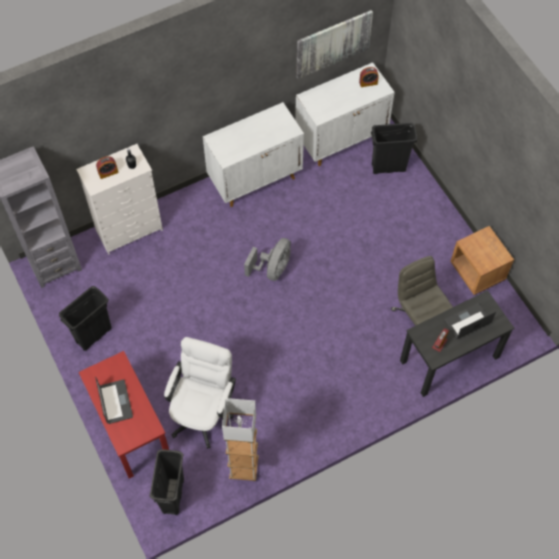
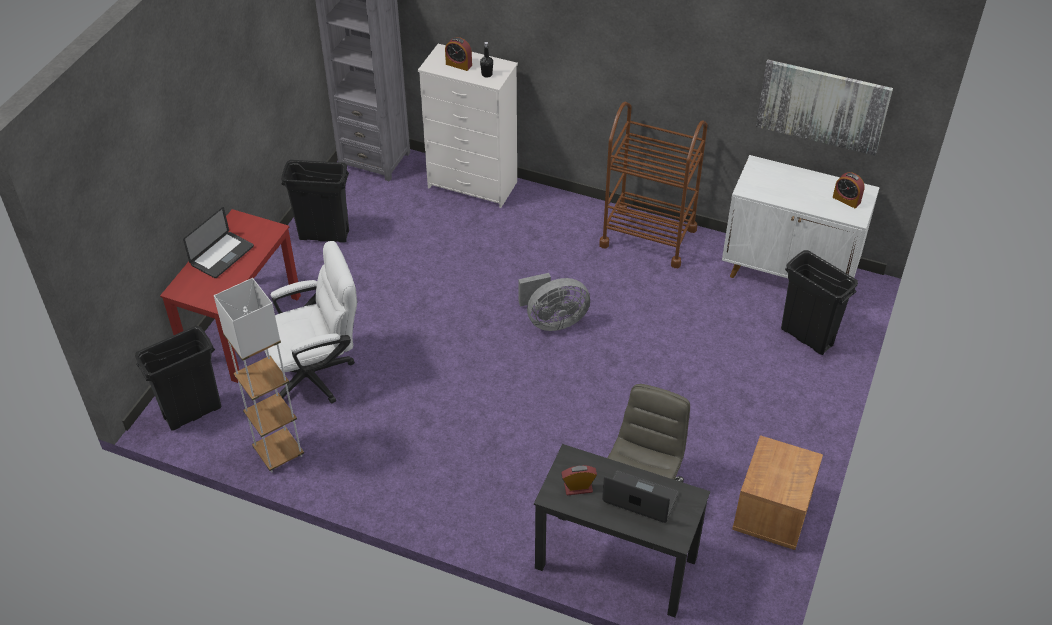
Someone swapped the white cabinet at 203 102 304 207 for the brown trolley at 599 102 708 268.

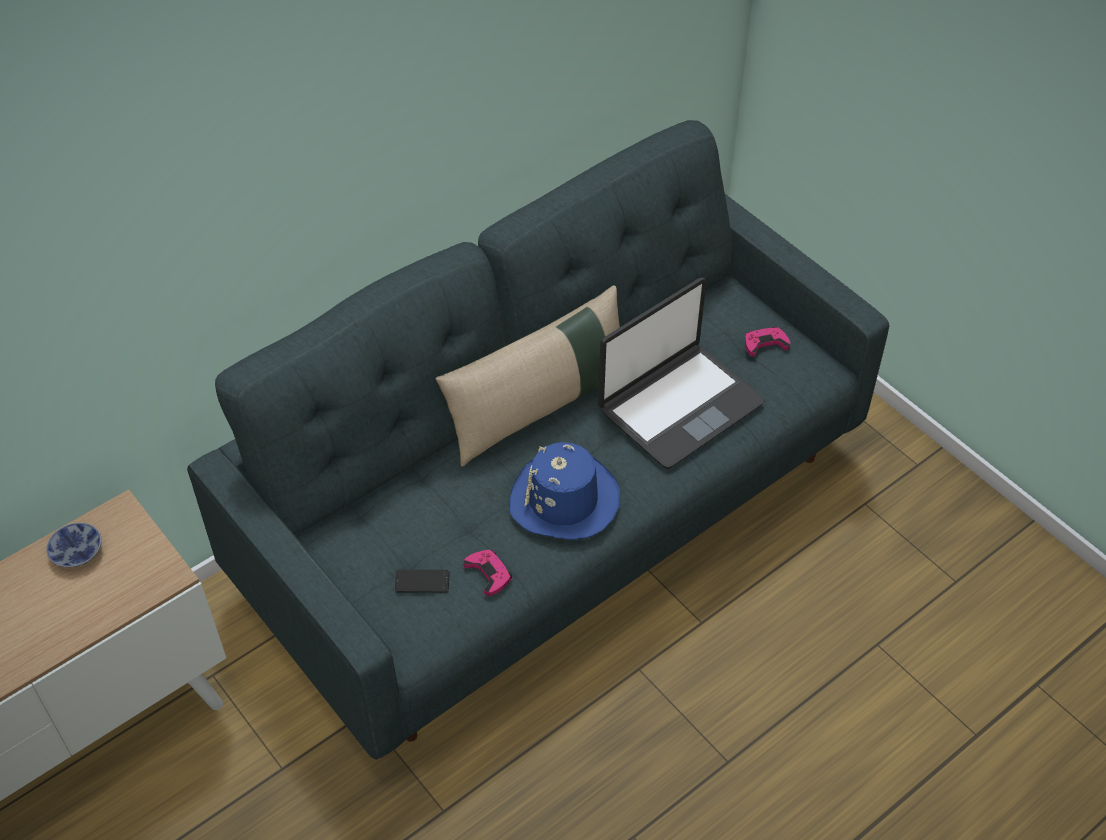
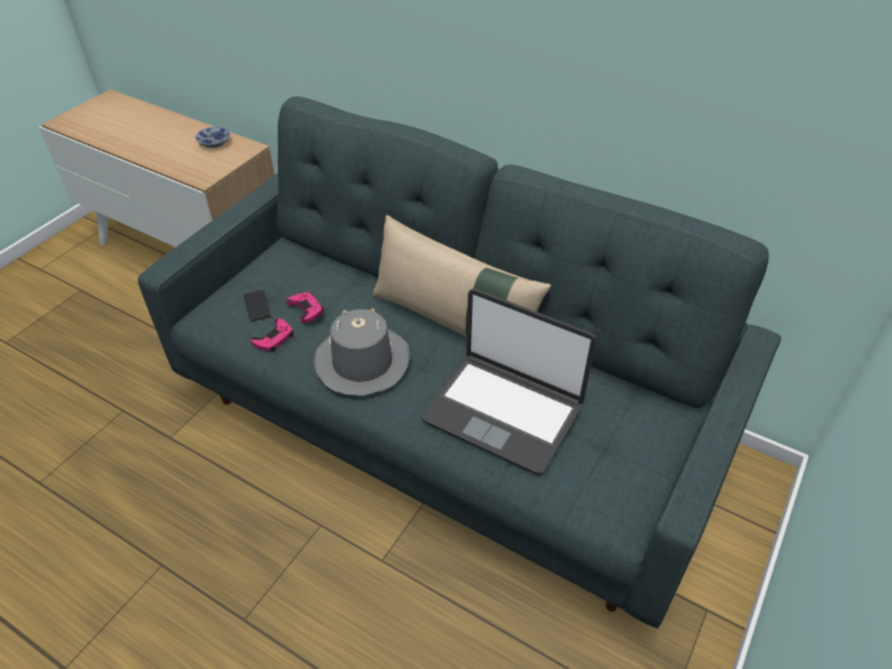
Someone carried the pinkish gamepad from 745 327 790 357 to 287 292 324 323.
Someone repainted the blue-coloured hat at 509 442 620 540, which became the greyish hat at 313 308 410 396.

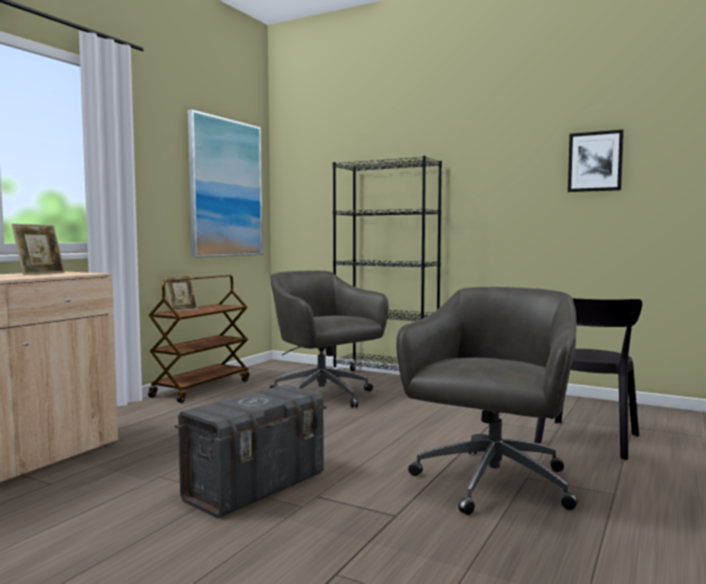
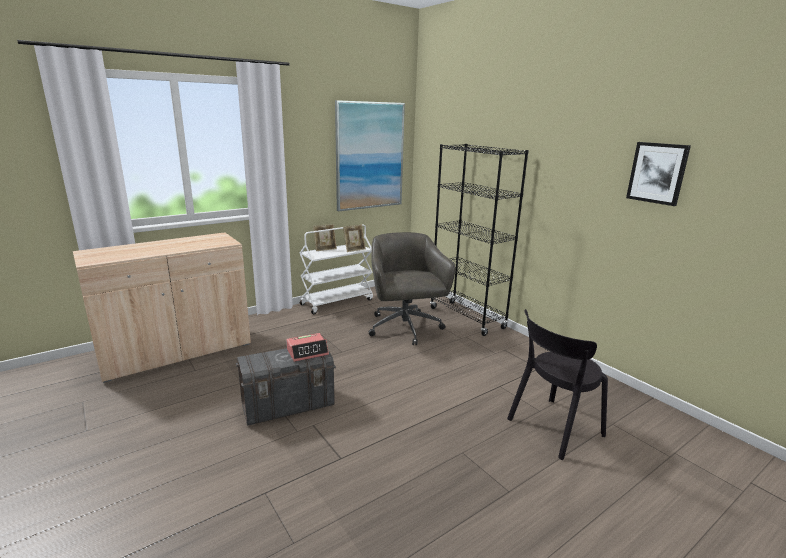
Someone put down the alarm clock at 287 333 329 362.
Someone repainted the brown trolley at 148 275 249 403, which became the white trolley at 300 224 373 314.
Someone carried the picture frame from 12 224 65 275 to 343 225 366 252.
Someone took away the greyish office chair at 396 287 578 515.

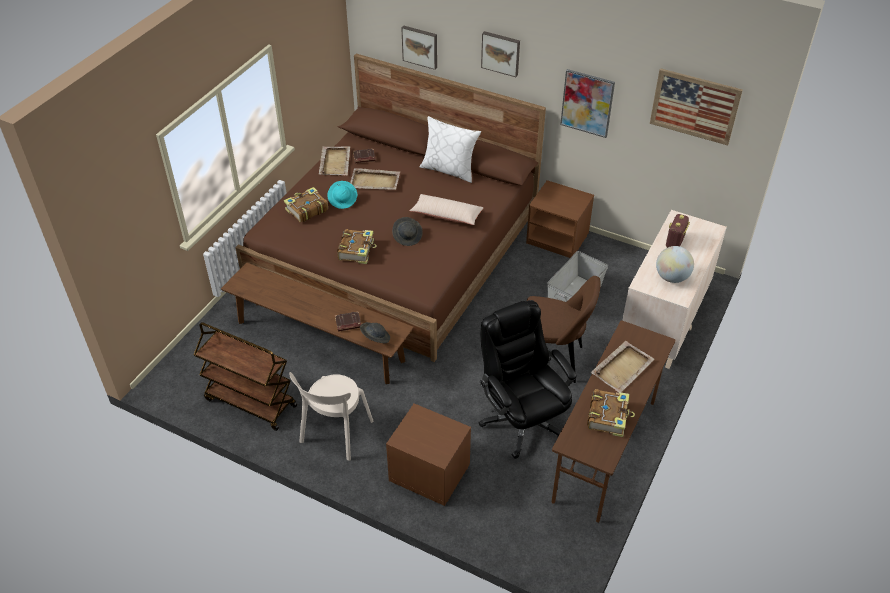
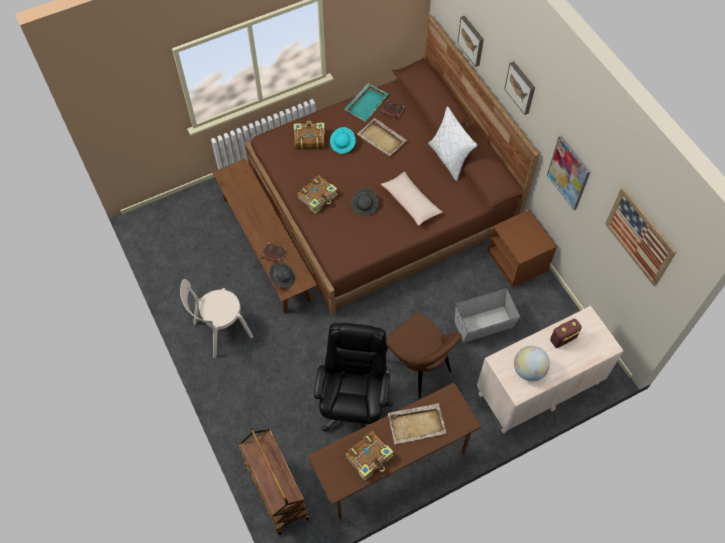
Someone carried the brown trolley from 194 322 297 431 to 238 428 309 535.
Someone repainted the beige-coloured carrying tray at 319 146 350 175, which became the turquoise-coloured carrying tray at 344 83 389 122.
Someone took away the brown bedside table at 386 403 471 506.

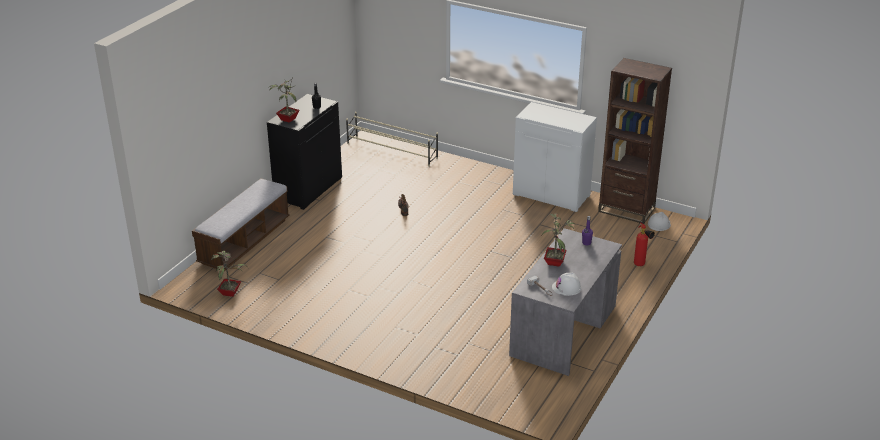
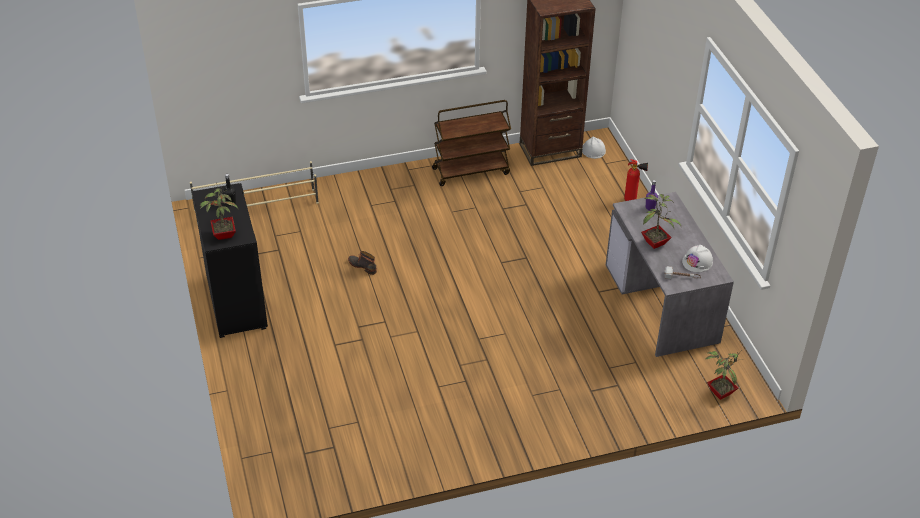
Someone swapped the white cabinet at 513 102 597 212 for the brown trolley at 432 100 511 186.
Someone carried the potted plant from 211 251 248 297 to 706 349 743 400.
Someone took away the indoor bench at 192 179 290 271.

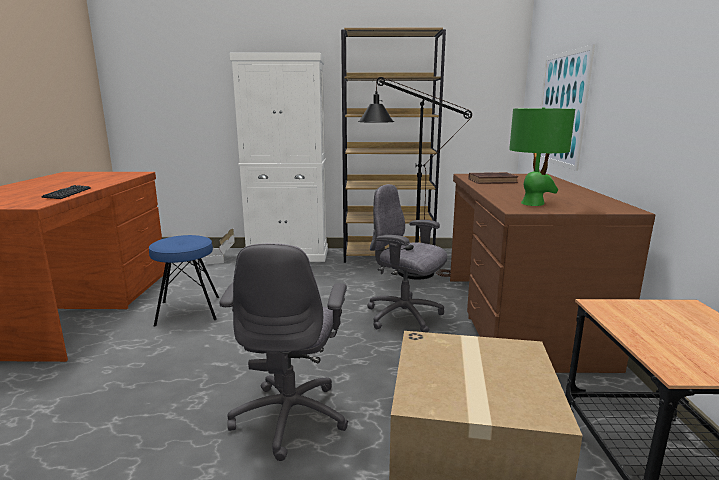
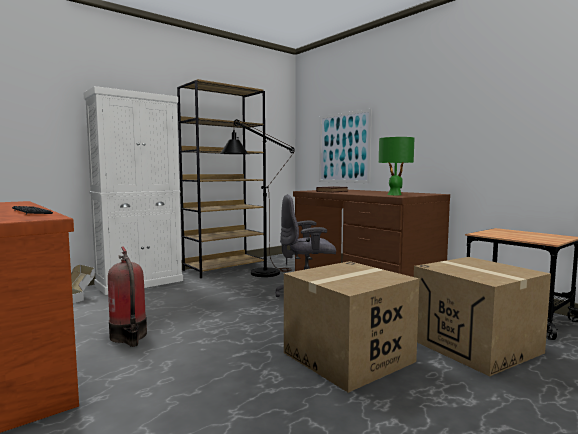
Someone swapped the blue-coloured stool seat at 149 235 219 327 for the extinguisher at 108 246 147 347.
Someone swapped the greyish office chair at 219 243 348 461 for the packing box at 284 261 419 393.

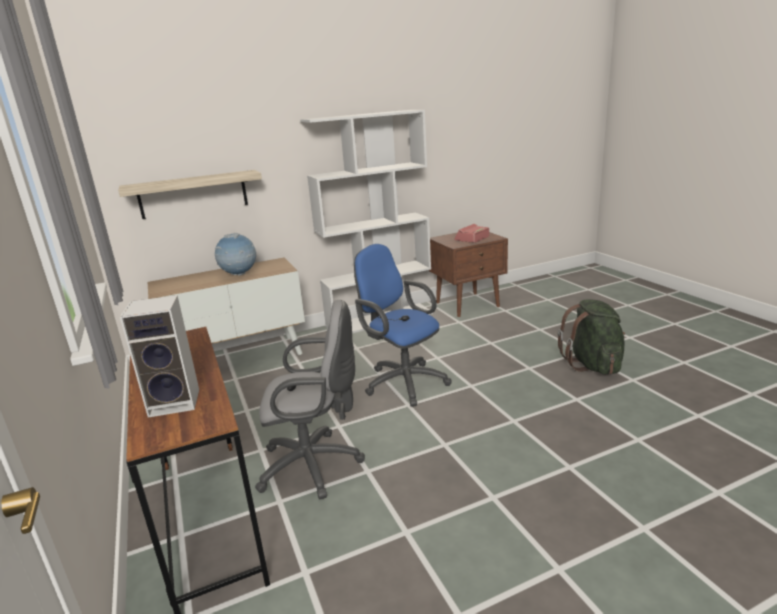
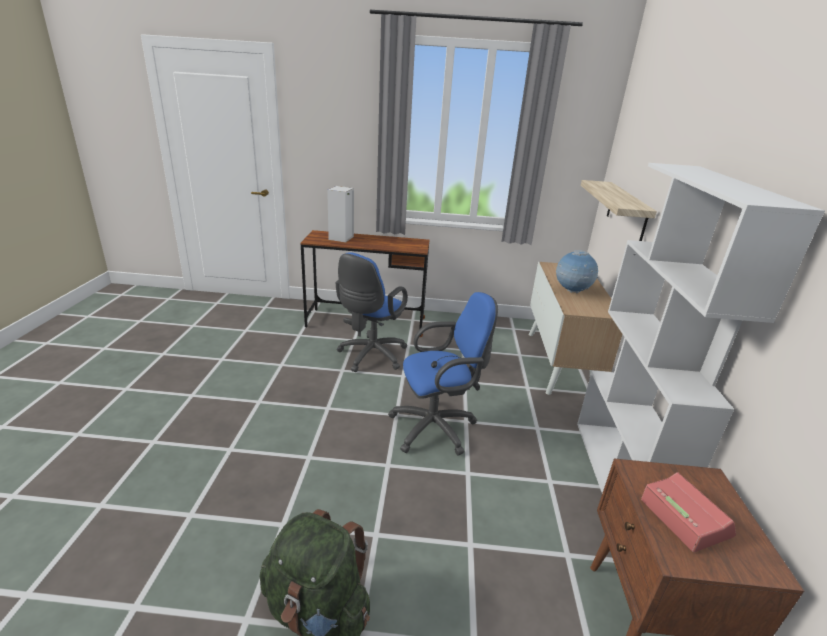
Someone repainted the greyish office chair at 255 300 365 499, which became the blue-coloured office chair at 336 252 408 372.

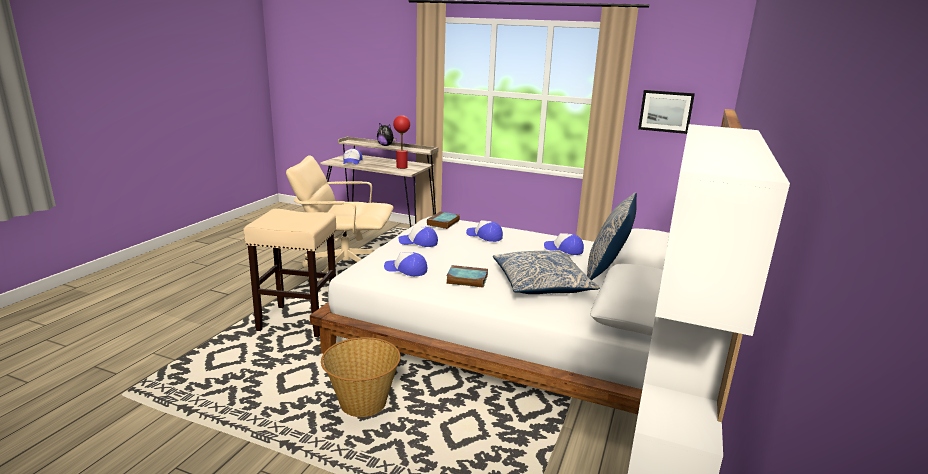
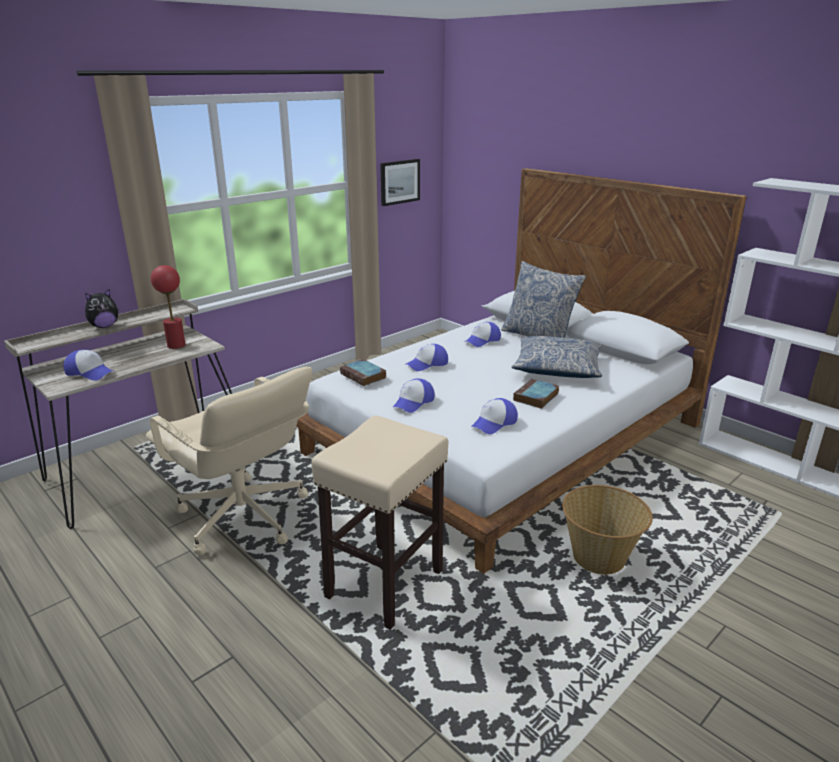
Someone rotated the beige-coloured office chair at 286 155 394 282 by 75 degrees counterclockwise.

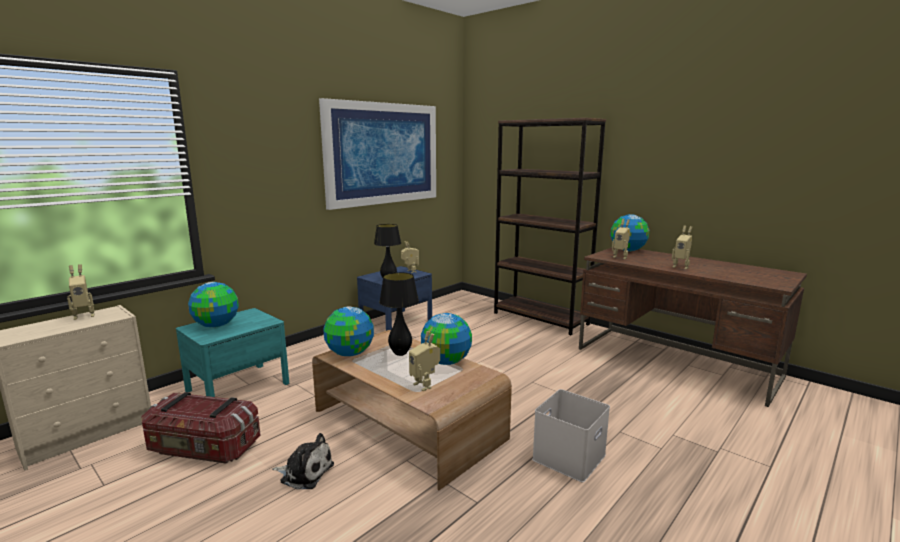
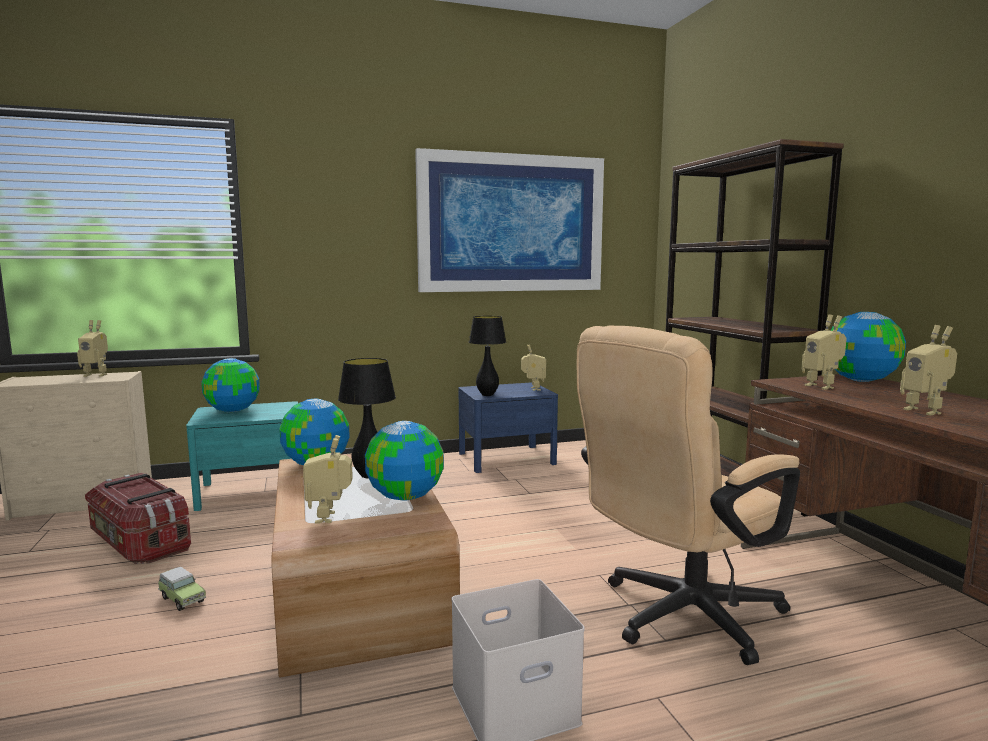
Someone swapped the cuddly toy at 272 433 334 490 for the toy car at 158 567 206 611.
Someone put down the beige-coloured office chair at 577 326 800 665.

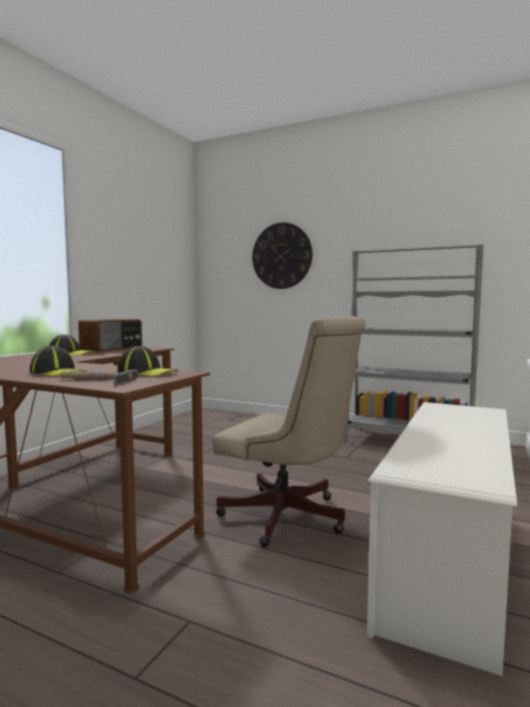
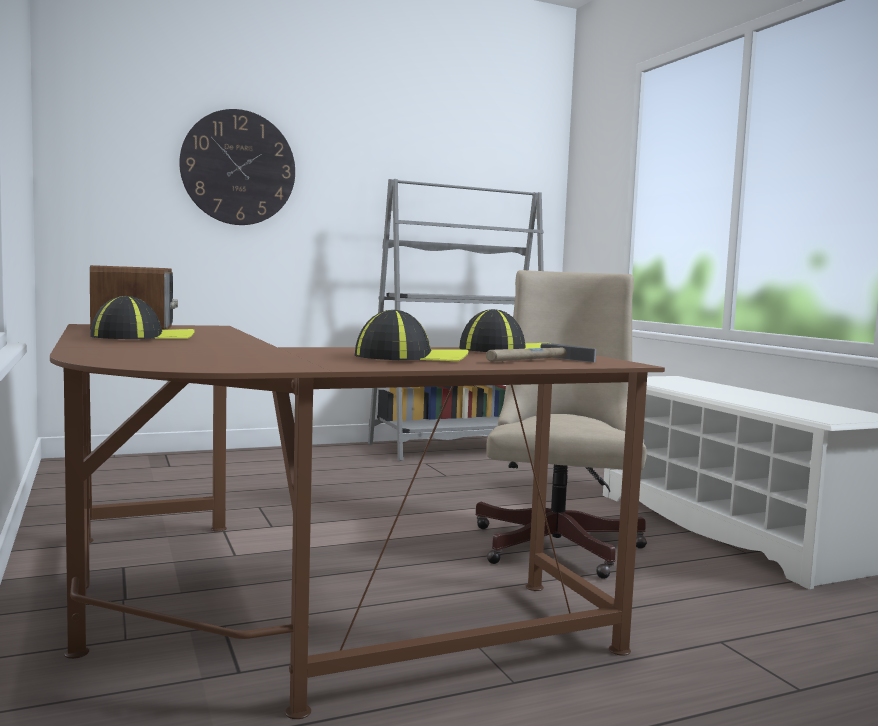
Someone rotated the beige-coloured office chair at 212 316 366 547 by 60 degrees counterclockwise.

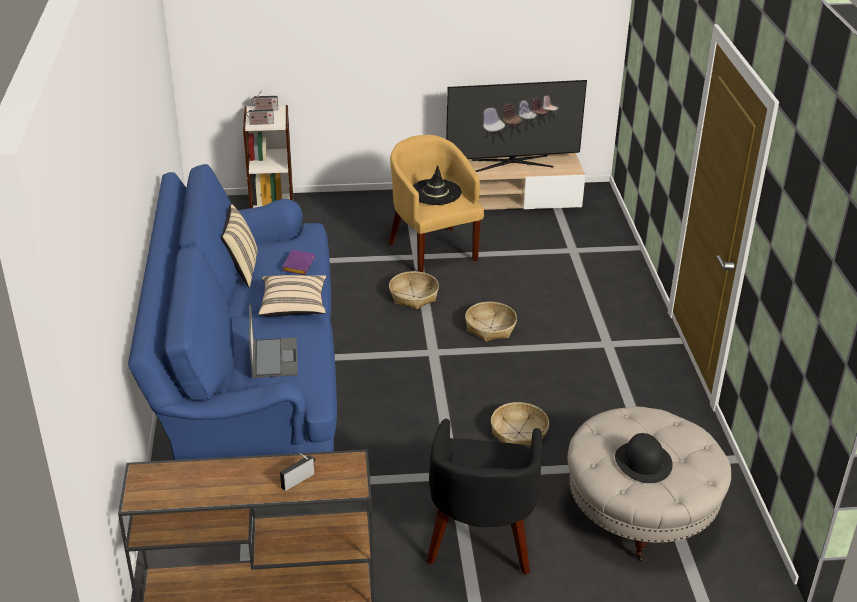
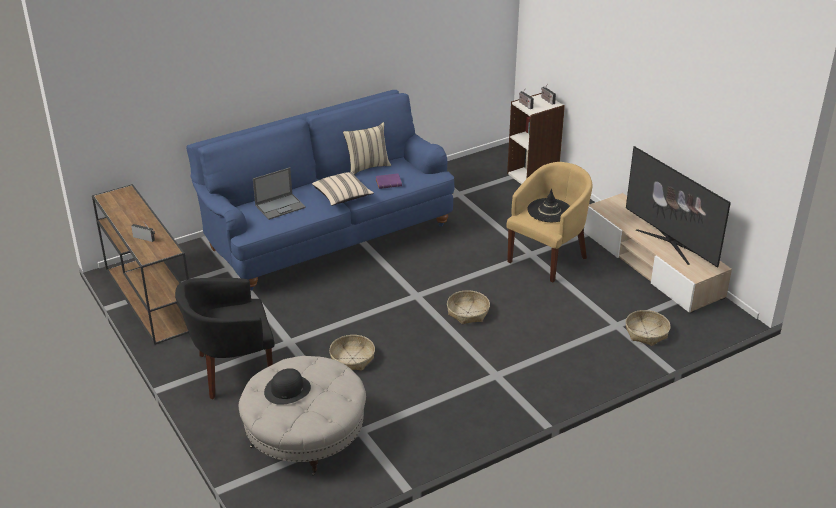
Someone carried the household basket from 389 271 439 309 to 626 310 670 346.

